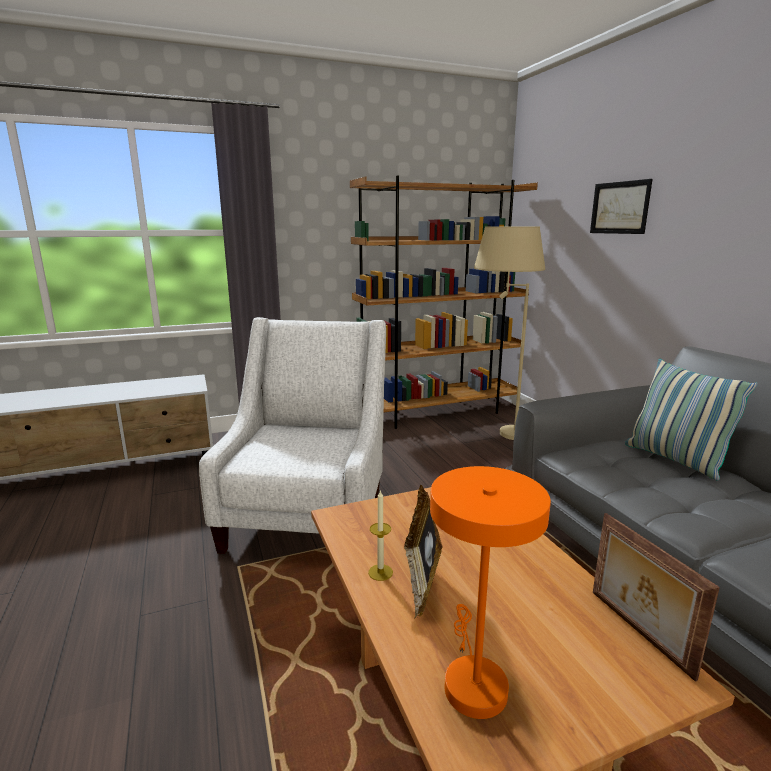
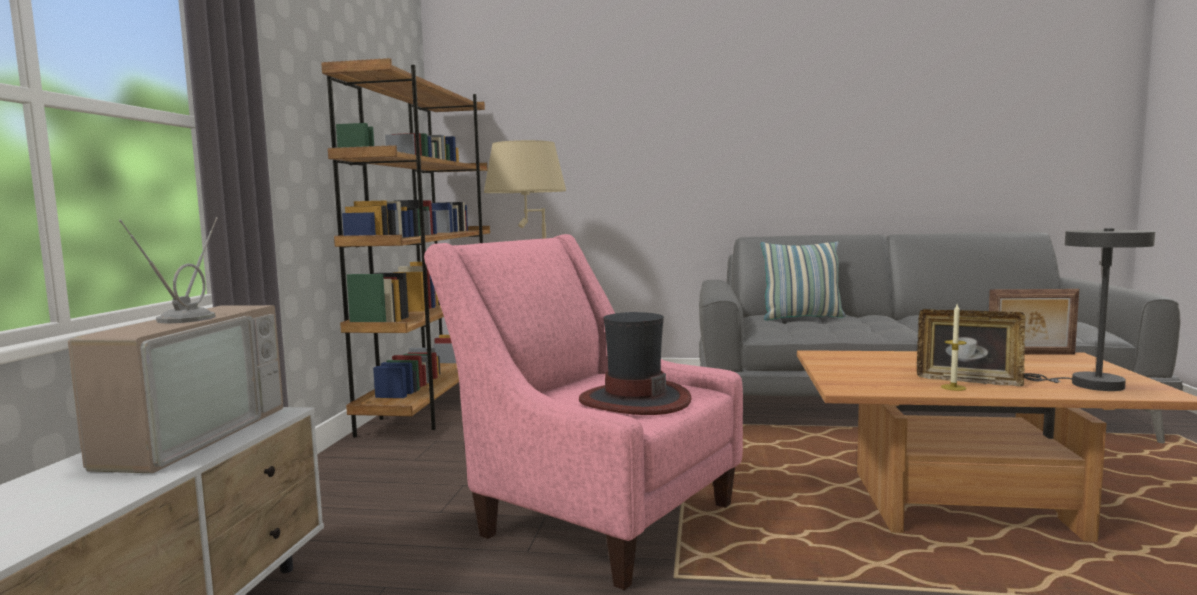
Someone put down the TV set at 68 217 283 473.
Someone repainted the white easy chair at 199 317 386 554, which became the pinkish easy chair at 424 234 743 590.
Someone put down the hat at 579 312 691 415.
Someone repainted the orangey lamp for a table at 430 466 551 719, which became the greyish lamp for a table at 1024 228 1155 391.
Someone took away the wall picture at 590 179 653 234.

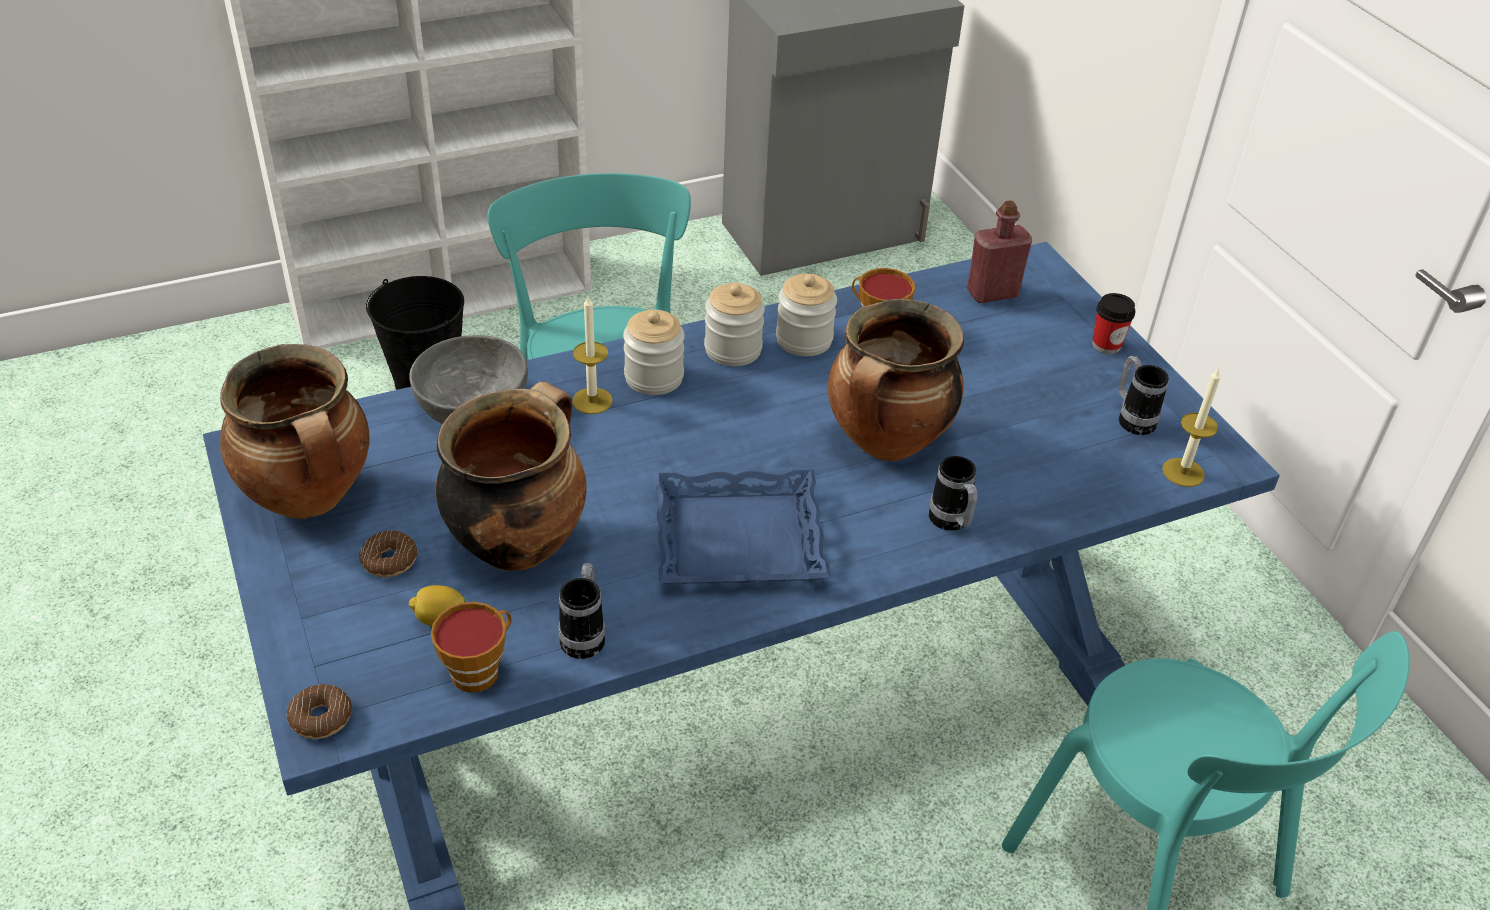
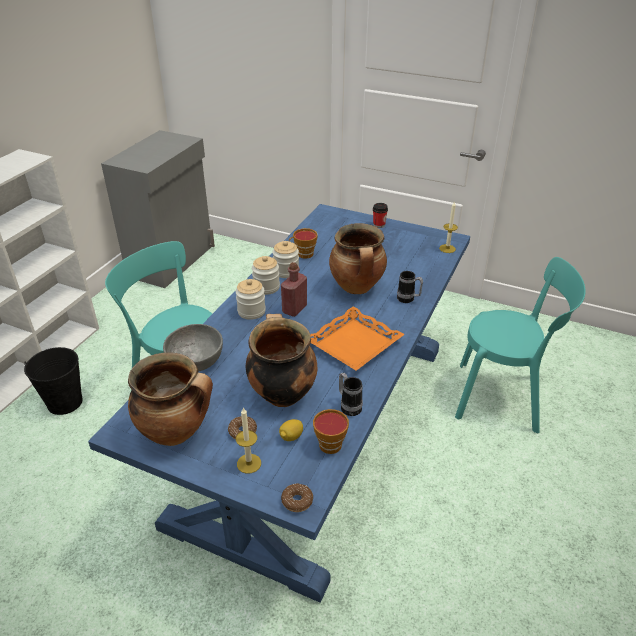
Someone carried the wax candle from 572 296 613 414 to 236 407 261 474.
Someone carried the red bottle from 967 201 1032 303 to 281 262 307 317.
Someone repainted the blue-coloured carrying tray at 654 469 831 584, which became the orangey carrying tray at 310 306 405 371.
Someone took away the tea mug at 1118 356 1169 435.

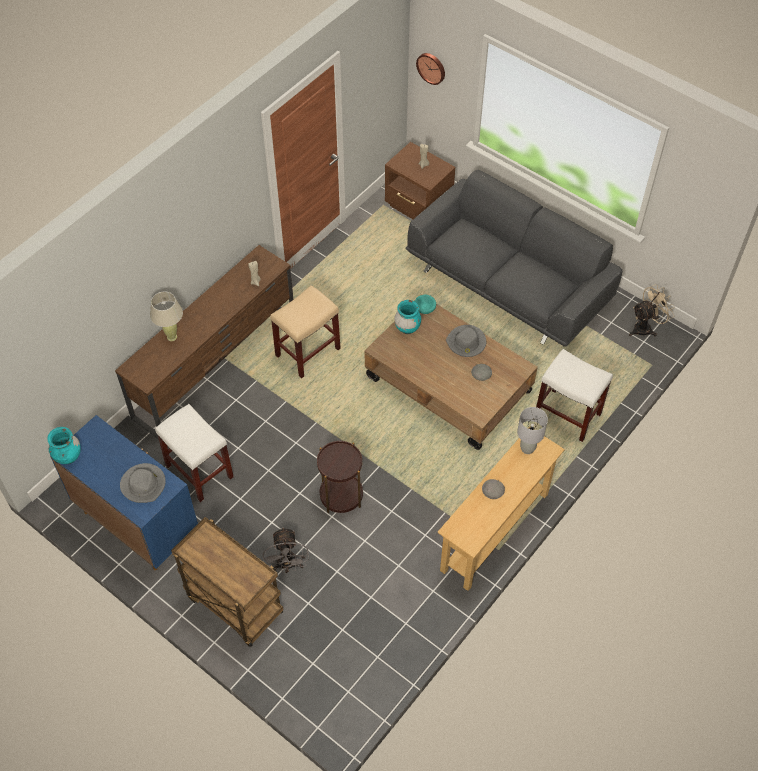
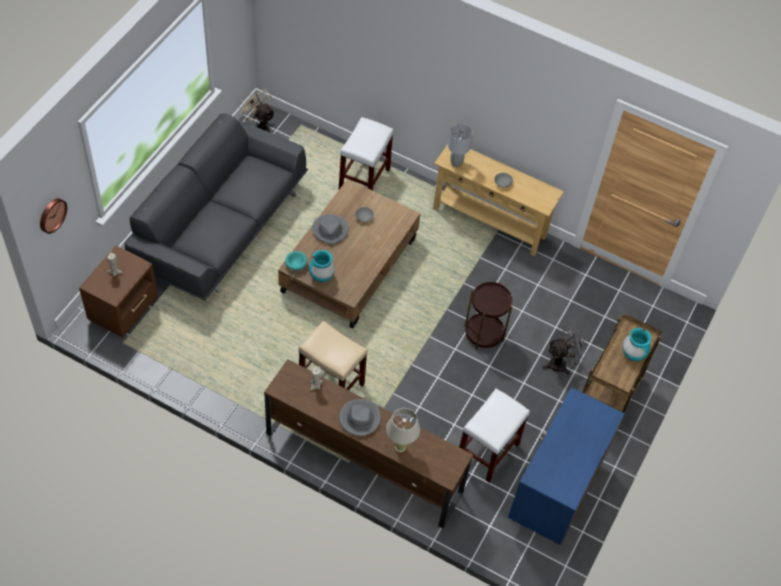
Someone carried the greyish hat from 120 463 166 503 to 339 399 381 436.
Someone carried the turquoise-coloured flower vase from 47 427 81 464 to 622 328 652 361.

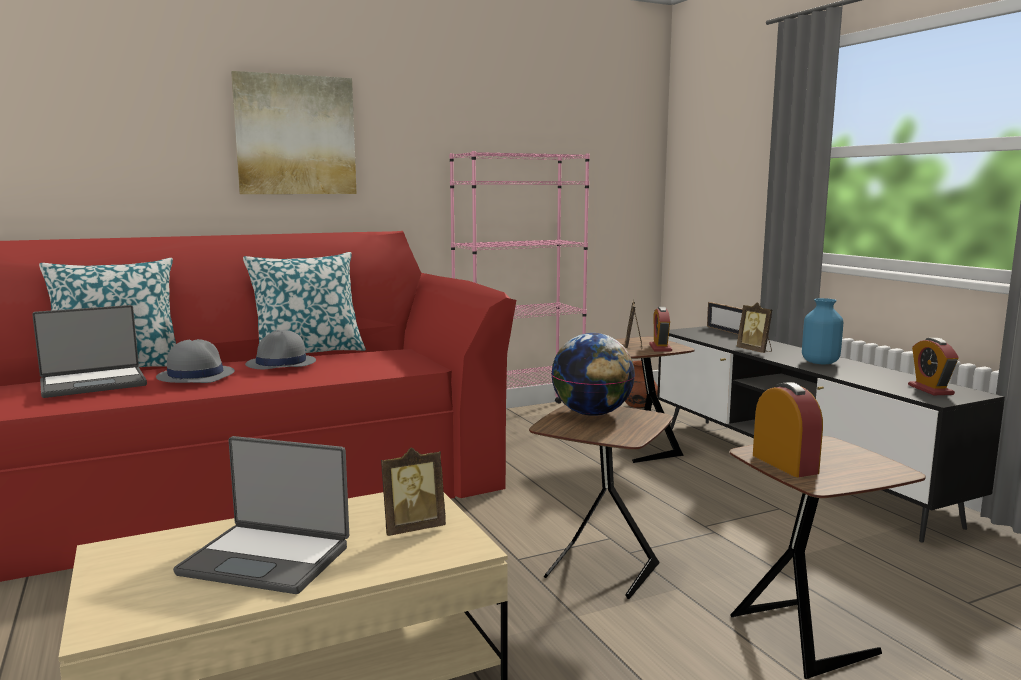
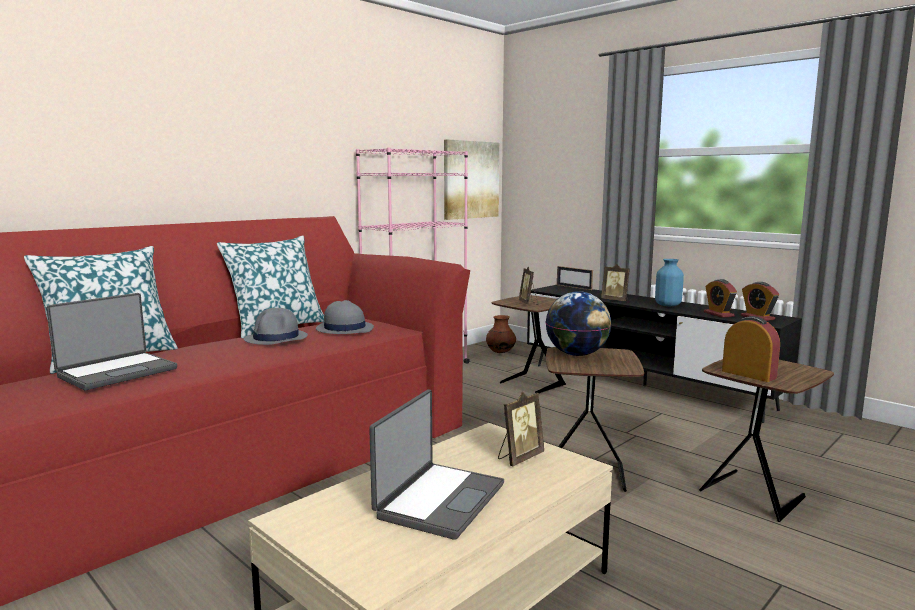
Someone carried the greyish hat from 156 339 235 383 to 316 300 374 334.
Someone rotated the portable computer at 173 436 349 594 by 60 degrees counterclockwise.
Someone carried the wall picture from 231 71 357 194 to 444 139 499 220.
Someone carried the alarm clock from 649 307 672 352 to 704 279 737 318.

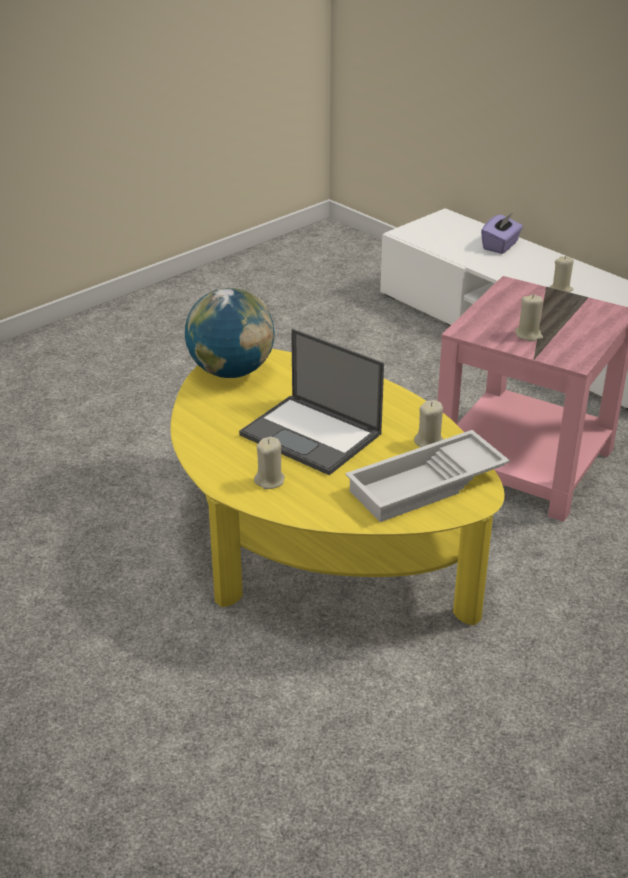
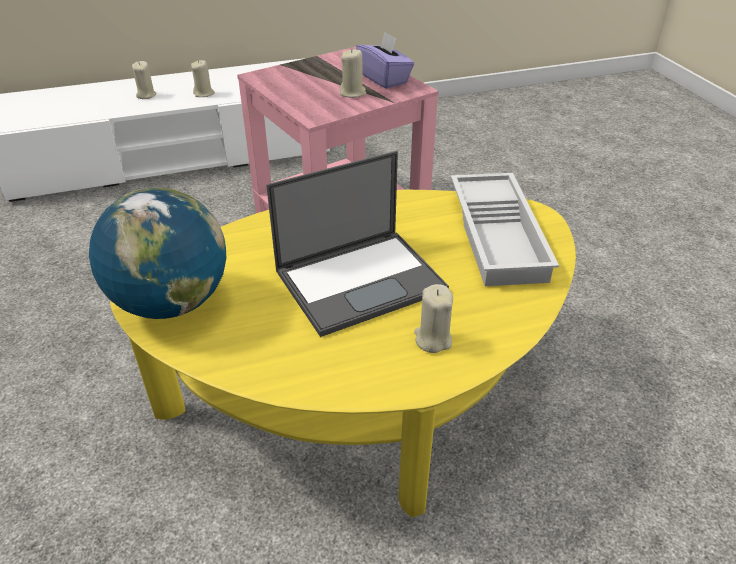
Someone carried the beige-coloured wax candle from 414 400 444 447 to 132 61 156 99.
Someone carried the purple tissue box from 481 213 523 254 to 356 32 414 89.

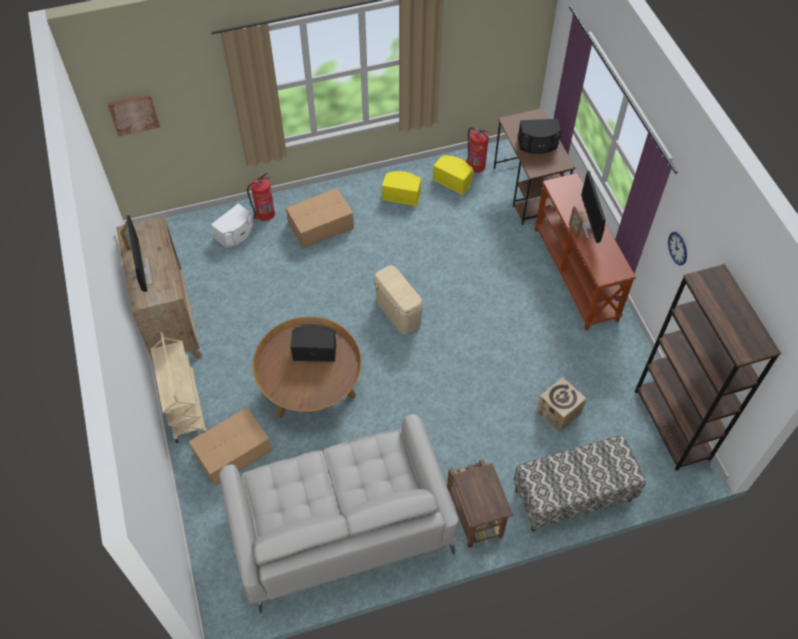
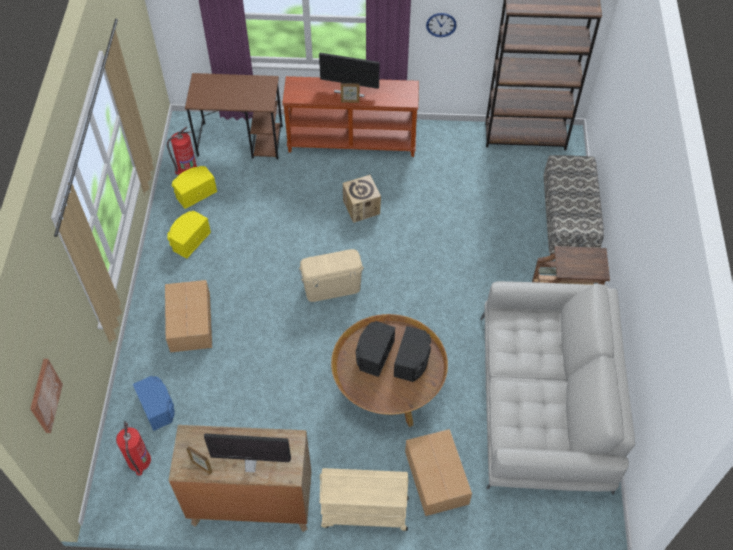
Someone carried the extinguisher from 247 172 275 221 to 116 421 151 476.
Someone repainted the white speaker at 211 203 253 248, which became the blue-coloured speaker at 133 376 175 431.
Someone carried the packing box from 536 377 587 432 to 343 175 381 223.
Someone carried the black speaker from 518 119 561 154 to 394 326 431 382.

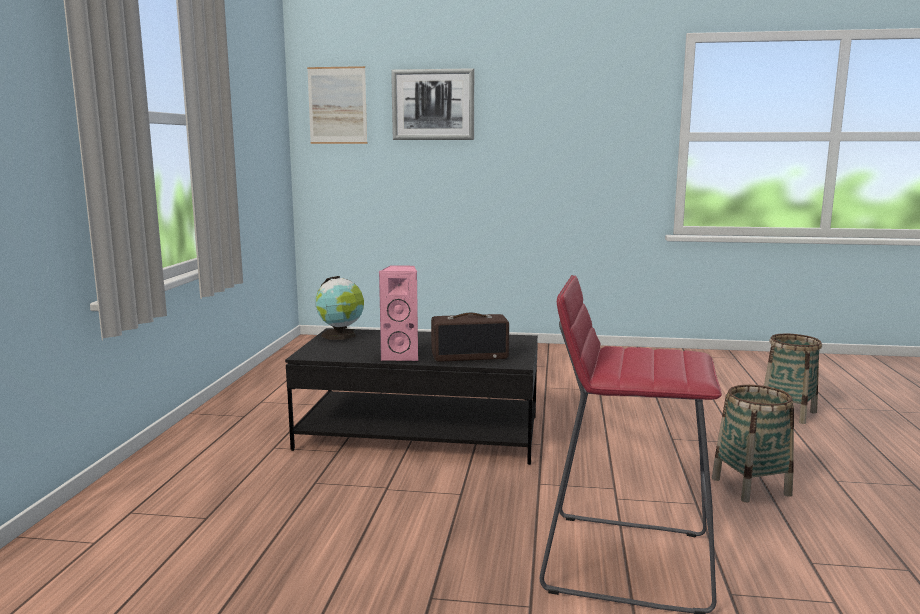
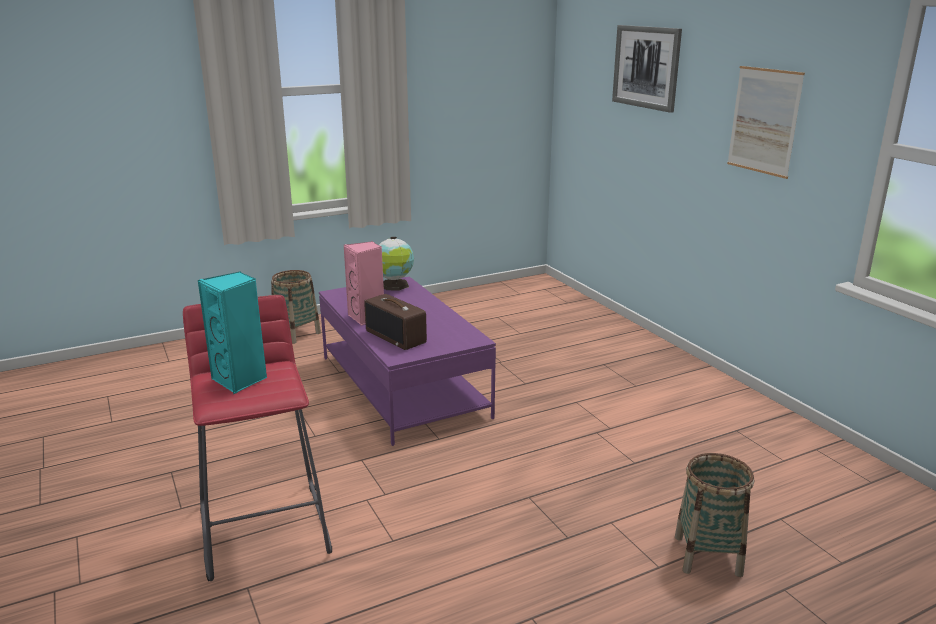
Someone put down the turquoise-coloured speaker at 198 271 267 394.
Someone carried the household basket from 712 385 794 502 to 271 270 321 344.
Someone repainted the black lounge table at 285 328 538 465, which became the purple lounge table at 319 276 496 446.
Someone carried the wall picture from 307 66 367 144 to 727 66 805 179.

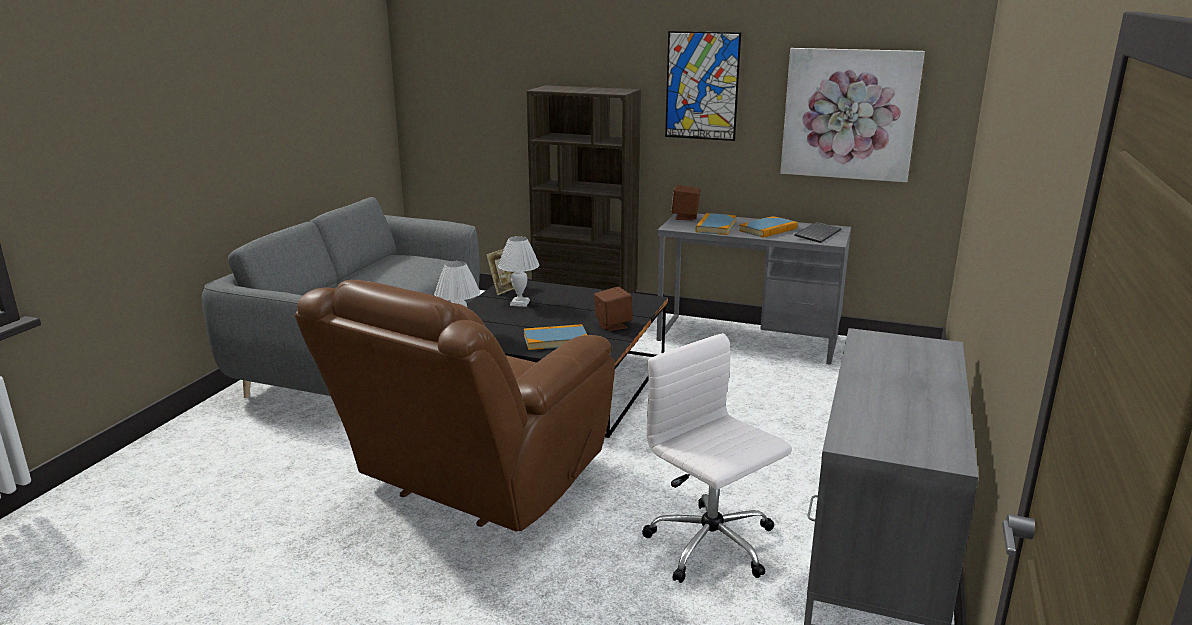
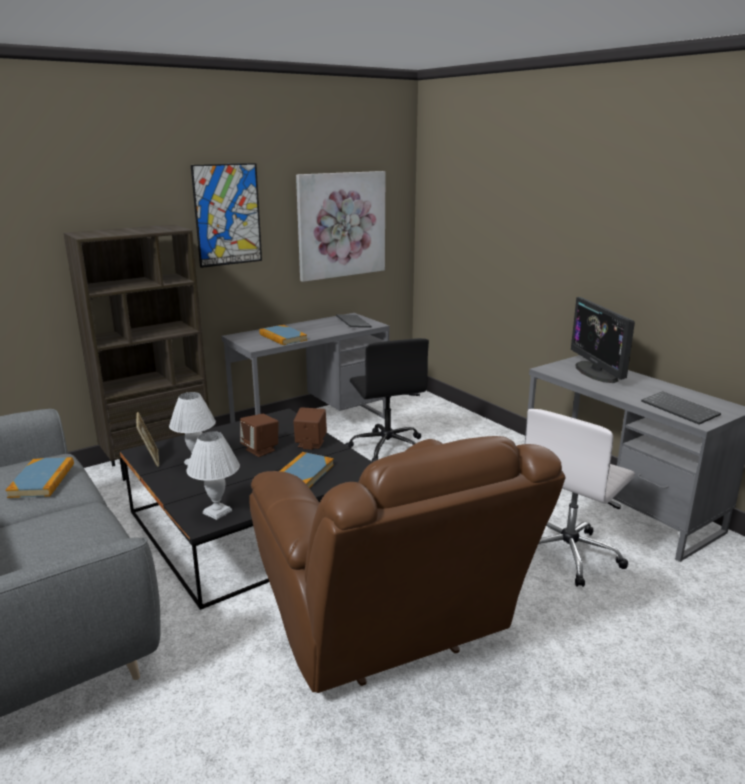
Someone carried the book from 739 216 798 238 to 5 457 74 498.
Someone carried the brown speaker from 671 185 701 220 to 240 414 279 457.
Someone put down the black office chair at 345 338 429 462.
Someone rotated the white office chair at 642 333 792 583 by 45 degrees counterclockwise.
Someone put down the computer display at 571 297 635 383.
Someone put down the PC keyboard at 641 391 721 425.

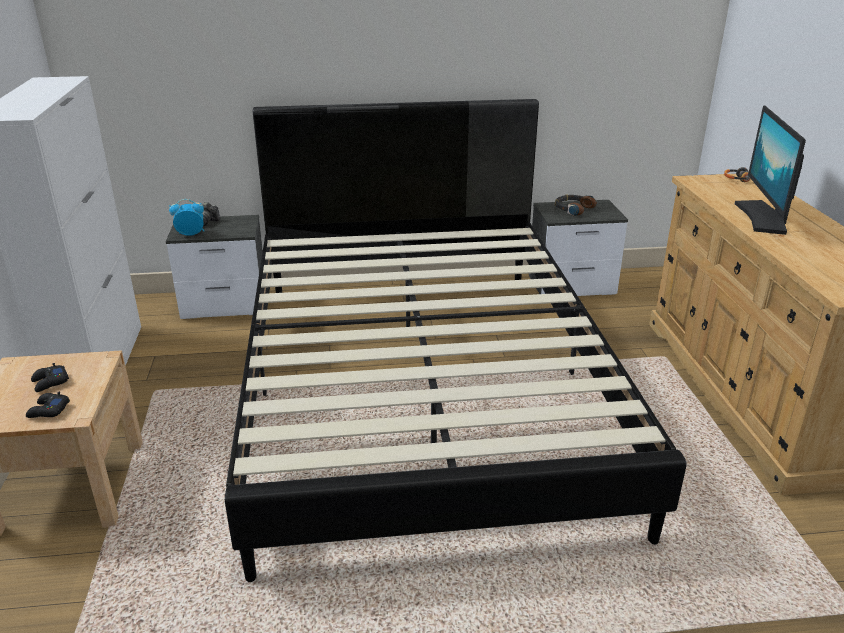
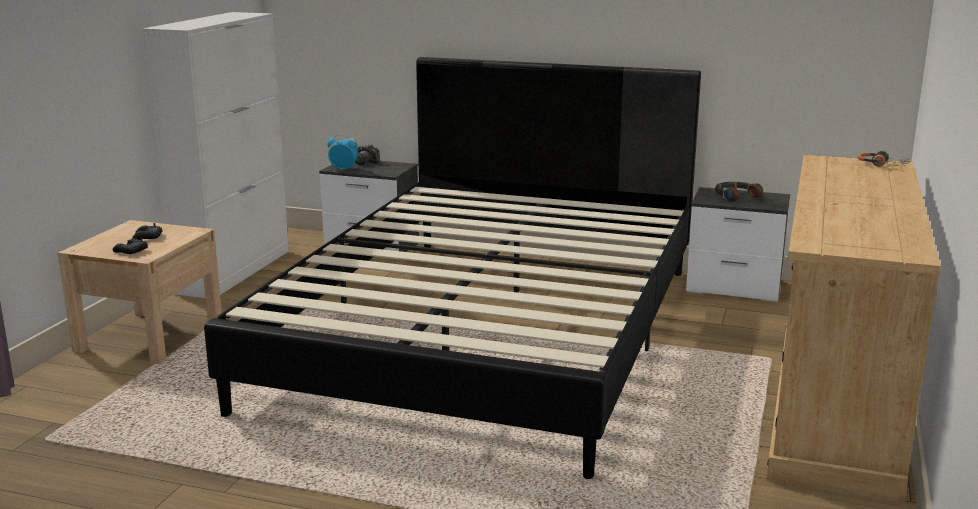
Someone took away the computer display at 735 105 806 235.

